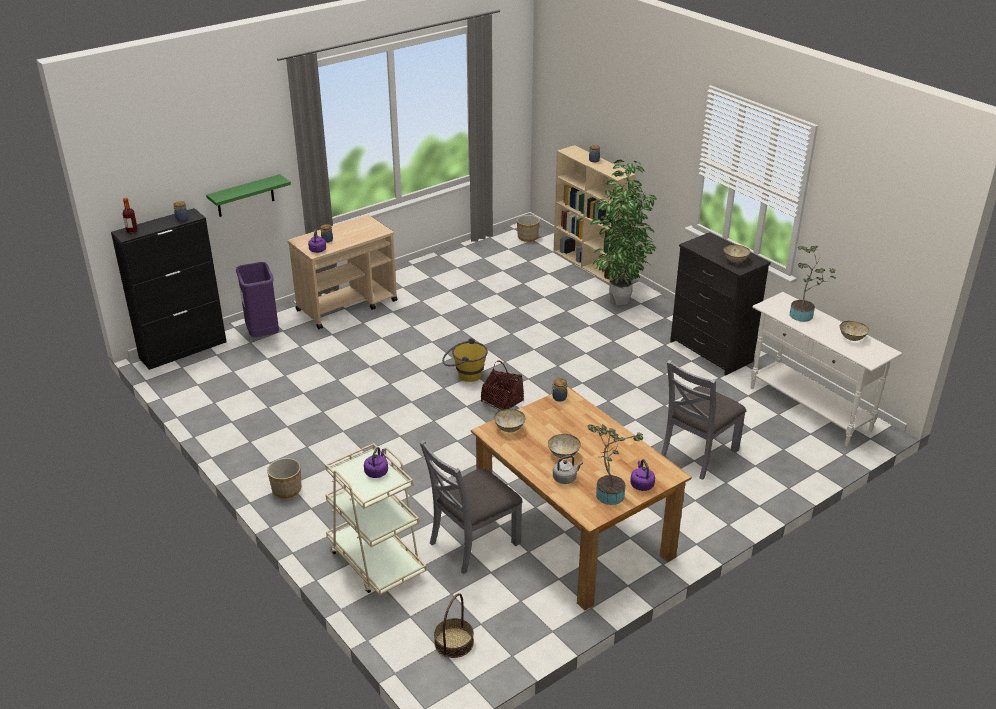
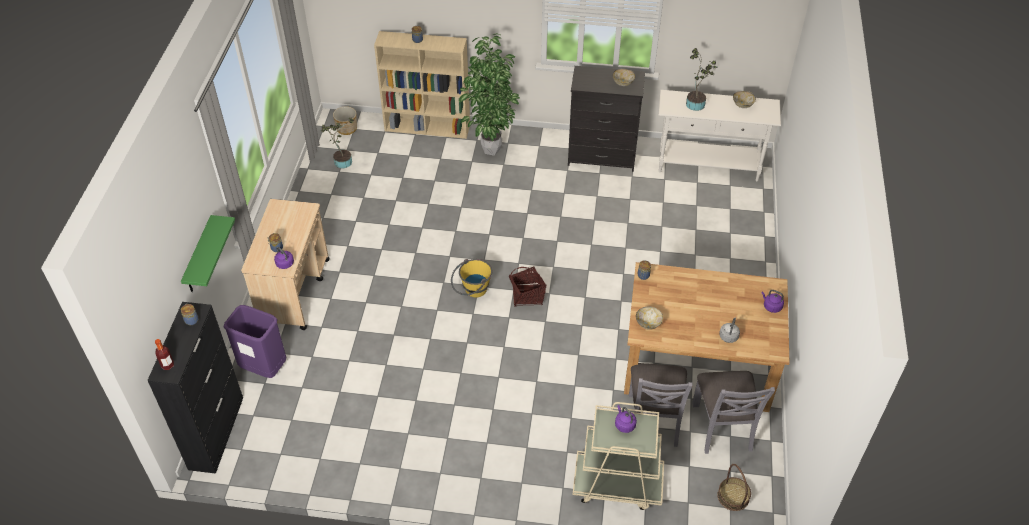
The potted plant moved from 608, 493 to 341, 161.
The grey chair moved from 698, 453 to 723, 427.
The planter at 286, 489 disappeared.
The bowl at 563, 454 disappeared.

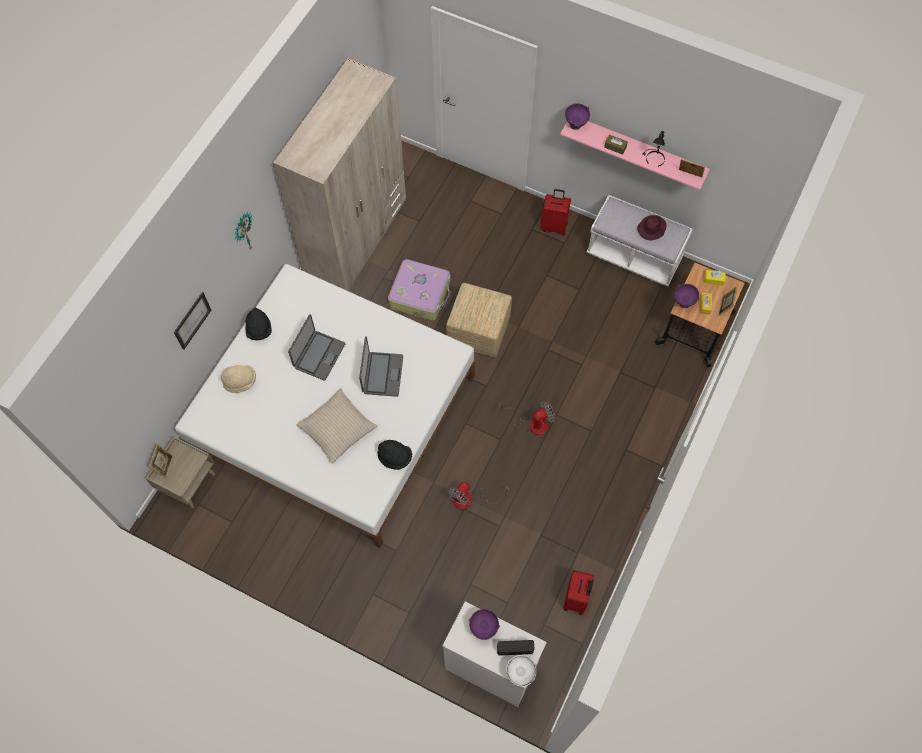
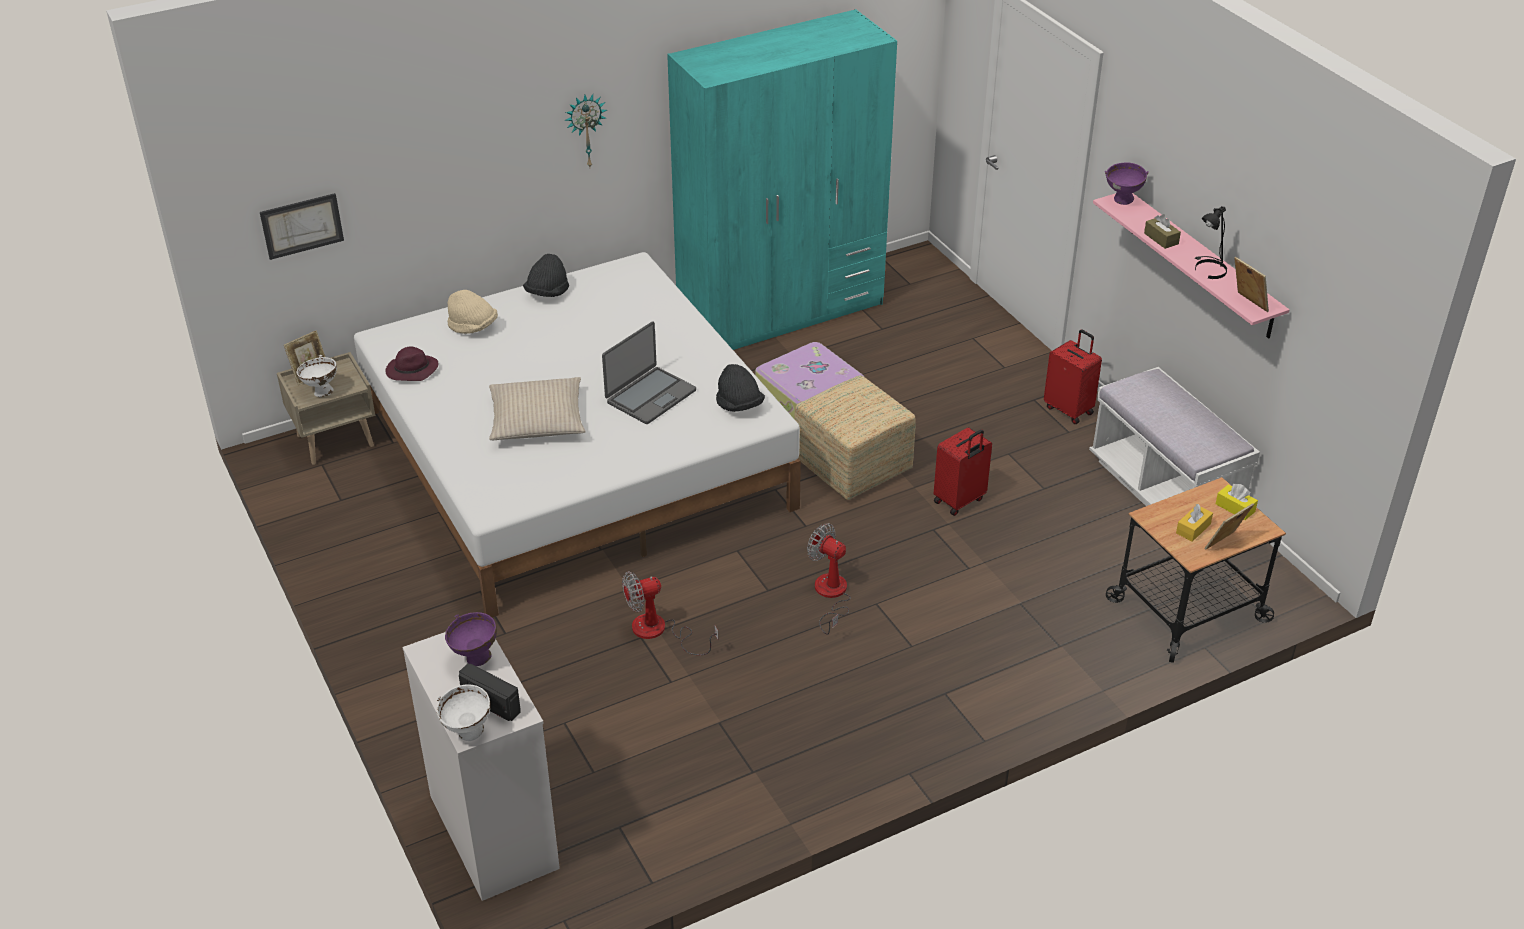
The picture moved from 192, 320 to 302, 225.
The white bowl at 321, 392 appeared.
The purple hat moved from 651, 229 to 411, 371.
The beige wardrobe at 356, 239 became the turquoise wardrobe at 781, 312.
The black hat moved from 395, 457 to 739, 405.
The fan at 532, 423 turned 150 degrees counterclockwise.
The red suitcase moved from 576, 599 to 960, 501.
The laptop at 319, 355 disappeared.
The purple bowl at 683, 304 disappeared.

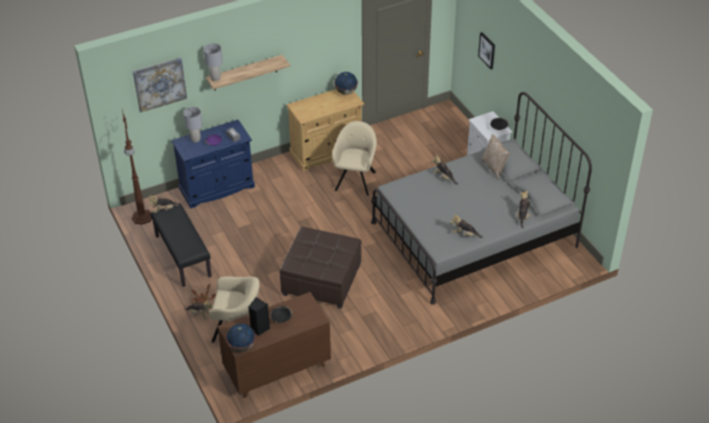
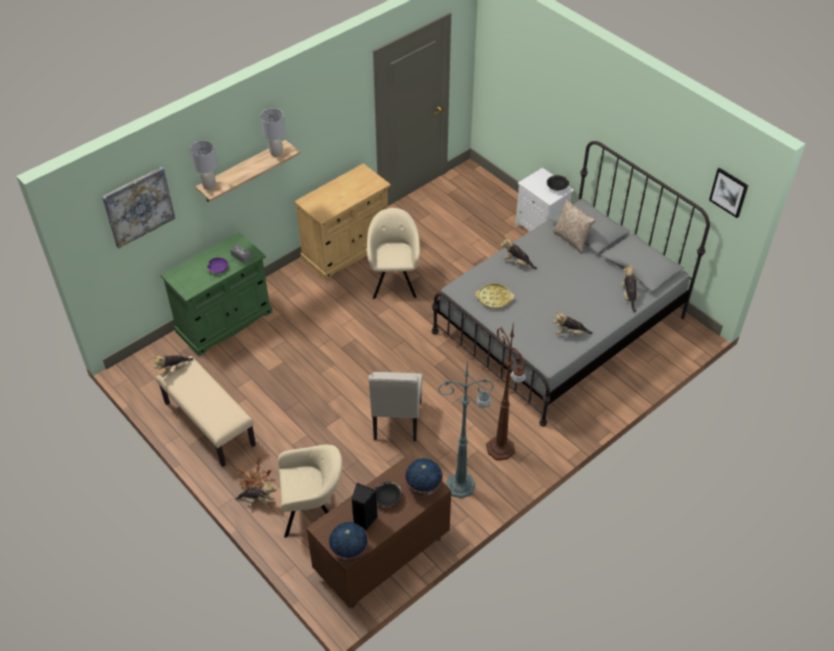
The black bench at 182, 256 became the beige bench at 208, 424.
The blue cabinet at 217, 188 became the green cabinet at 224, 322.
The grey table lamp moved from 195, 140 to 276, 153.
The brown ottoman at 321, 280 was replaced by the beige chair at 396, 421.
The globe moved from 346, 92 to 423, 487.
The green floor lamp at 462, 485 appeared.
The yellow tray at 494, 298 appeared.
The brown floor lamp moved from 142, 218 to 501, 450.
The picture moved from 487, 50 to 729, 192.

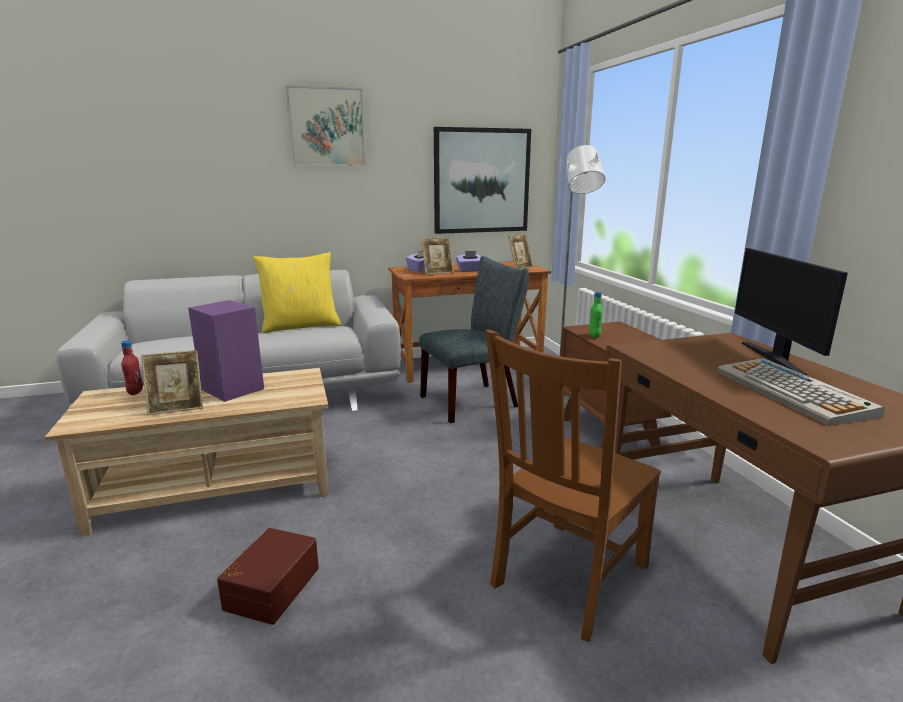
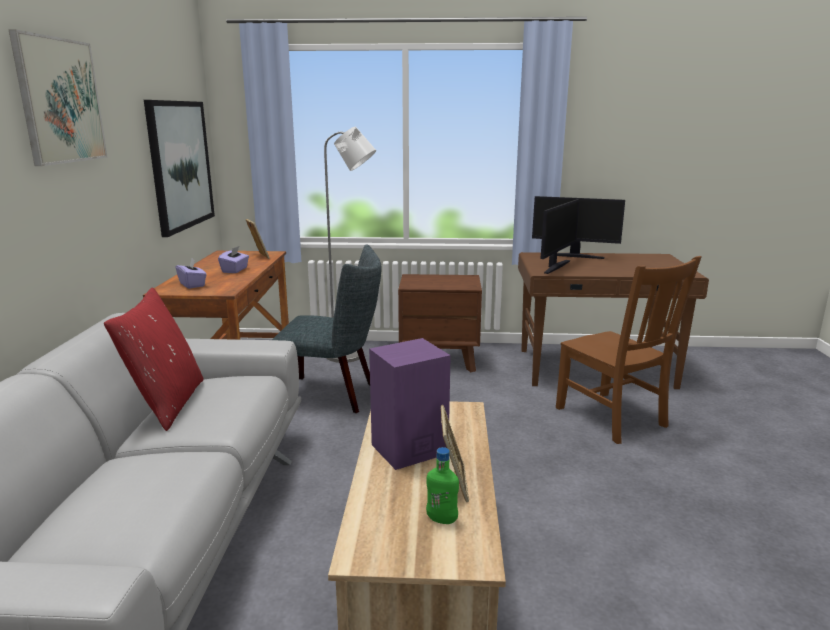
The yellow pillow at 301, 326 became the red pillow at 167, 404.
The grey chair at 475, 400 turned 105 degrees clockwise.
The green bottle moved from 594, 336 to 442, 519.
The monitor at 555, 266 appeared.
The red bottle at 135, 392 disappeared.
The brown storage box at 270, 587 disappeared.
The picture frame at 437, 273 disappeared.
The keyboard at 793, 393 disappeared.

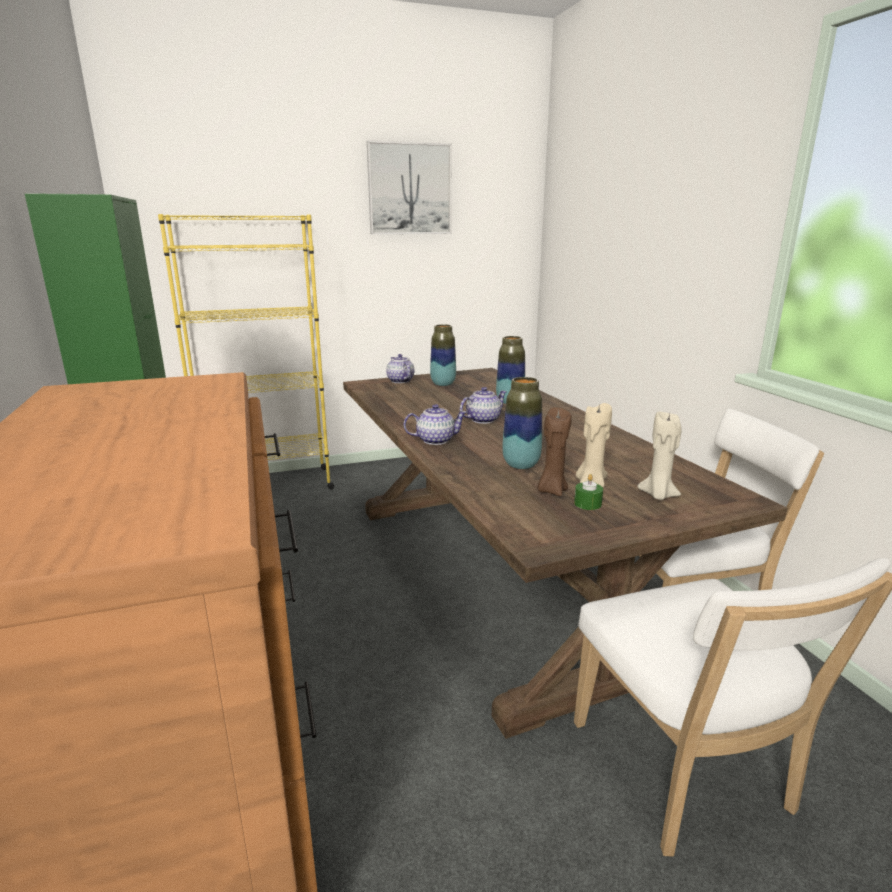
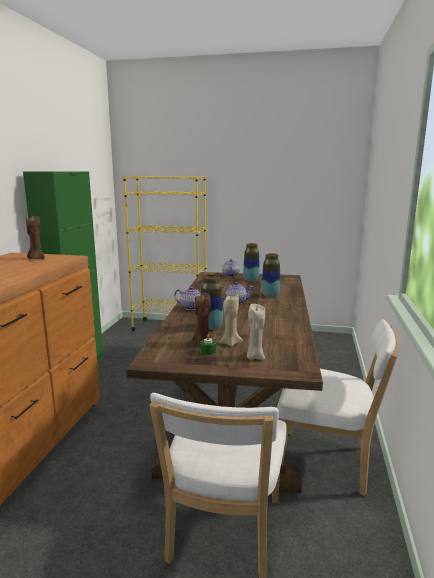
The brown candle at 36, 258 appeared.
The picture at 409, 189 disappeared.

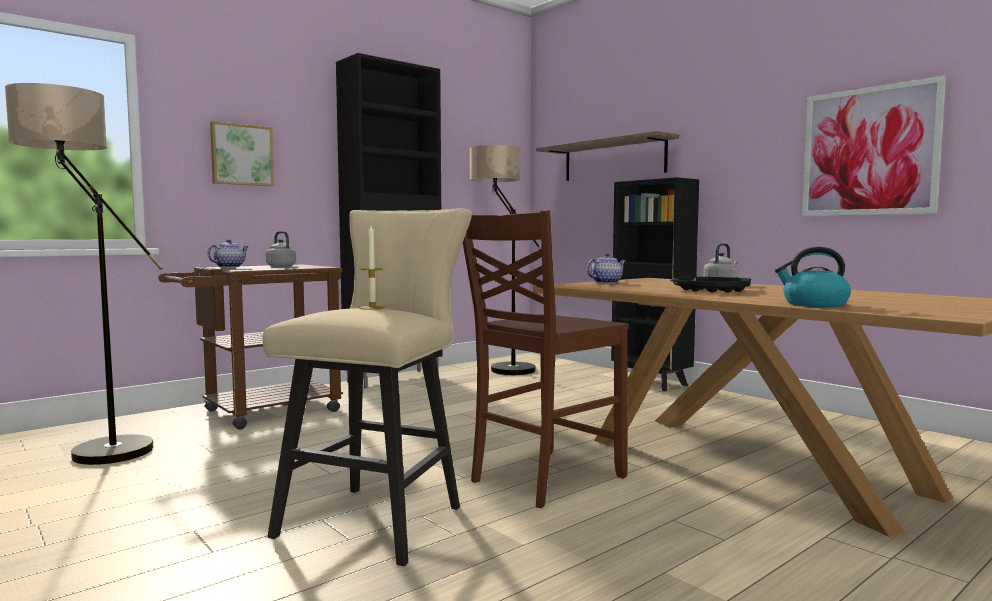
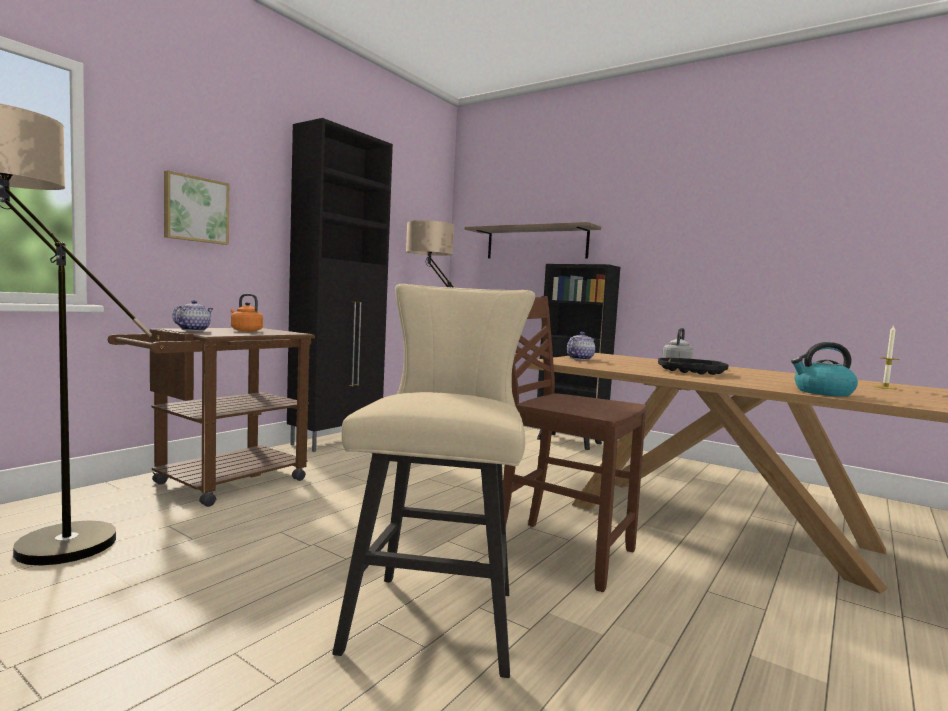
The grey kettle at 280, 266 became the orange kettle at 245, 331.
The brown chair at 543, 479 turned 90 degrees clockwise.
The candle moved from 372, 308 to 885, 387.
The picture at 869, 151 disappeared.

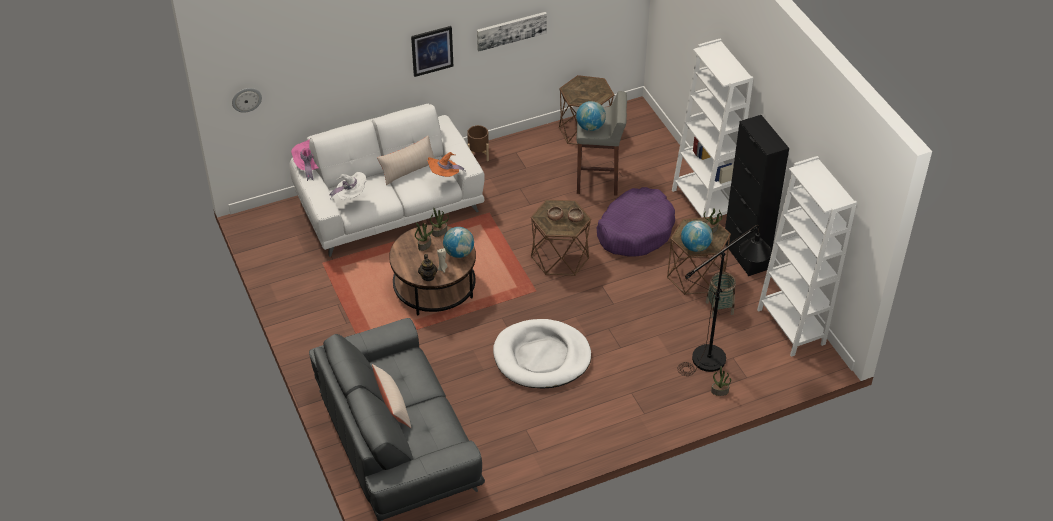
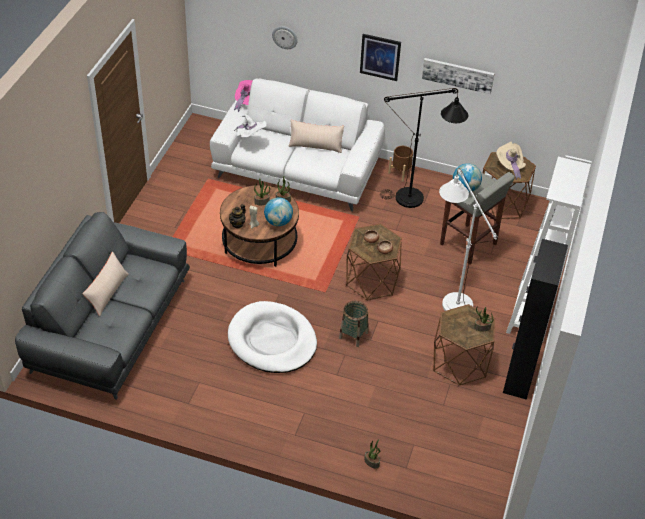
The wall clock moved from 246, 99 to 285, 37.
The basket moved from 719, 308 to 353, 335.
The black floor lamp moved from 717, 355 to 417, 199.
The purple dog bed at 635, 230 was replaced by the white floor lamp at 452, 299.
The beige hat at 510, 166 appeared.
The orange hat at 444, 175 disappeared.
The globe at 695, 246 disappeared.
The white bookcase at 791, 327 disappeared.

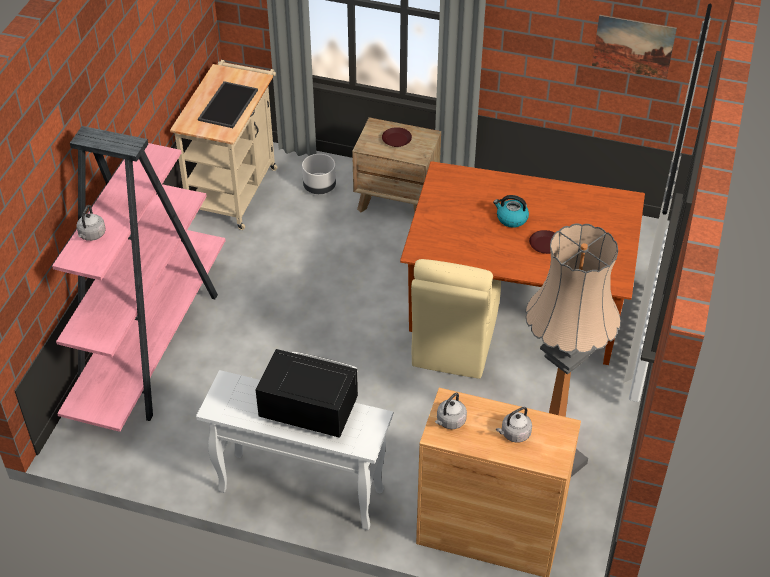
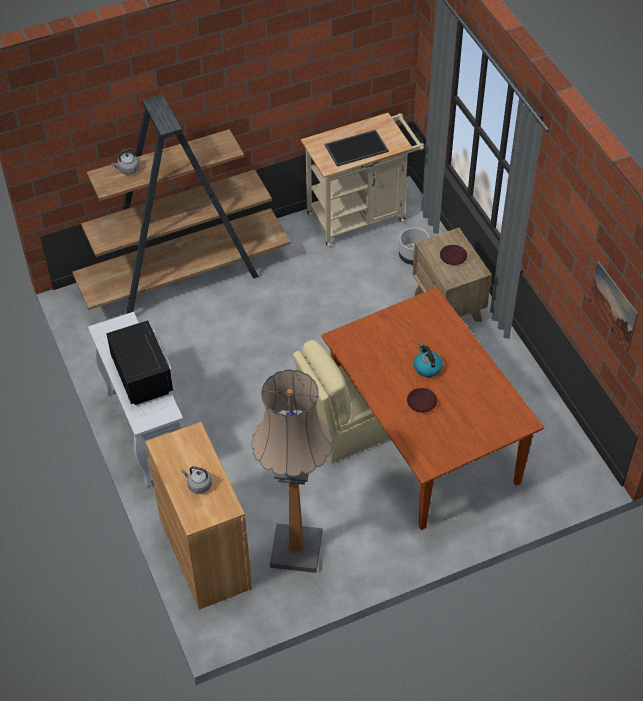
The pink bookcase at 151, 344 became the brown bookcase at 185, 276.
The grey kettle at 450, 421 disappeared.

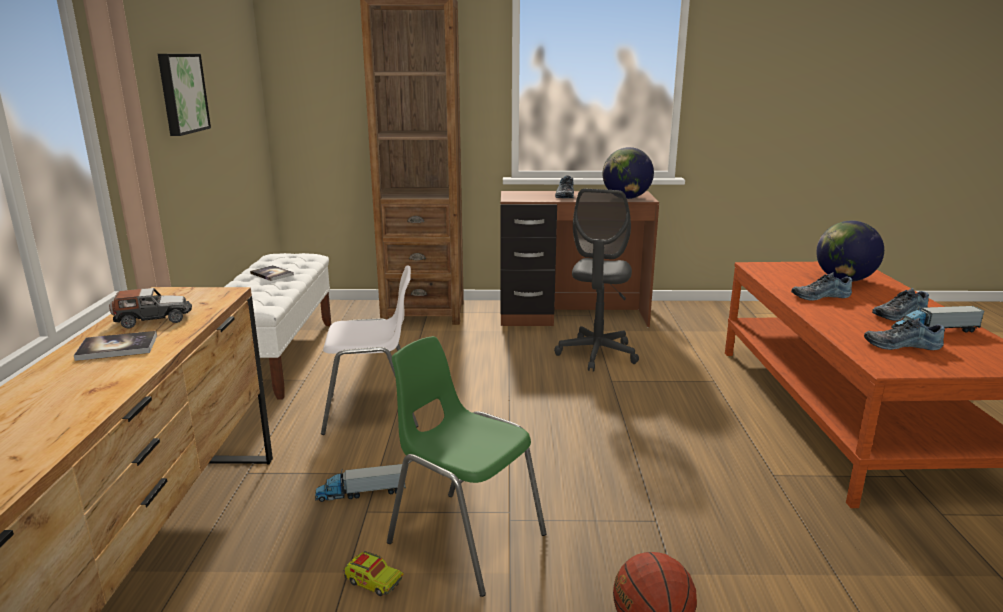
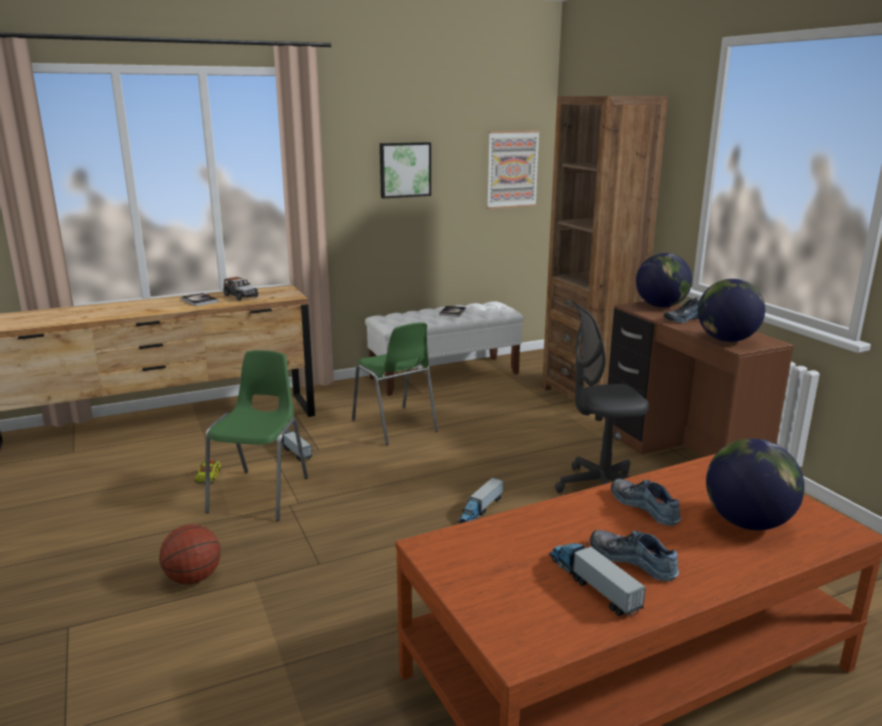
The white chair at 373, 412 became the green chair at 395, 426.
The toy truck at 480, 509 appeared.
The picture at 512, 169 appeared.
The globe at 660, 306 appeared.
The shoe at 901, 344 disappeared.

